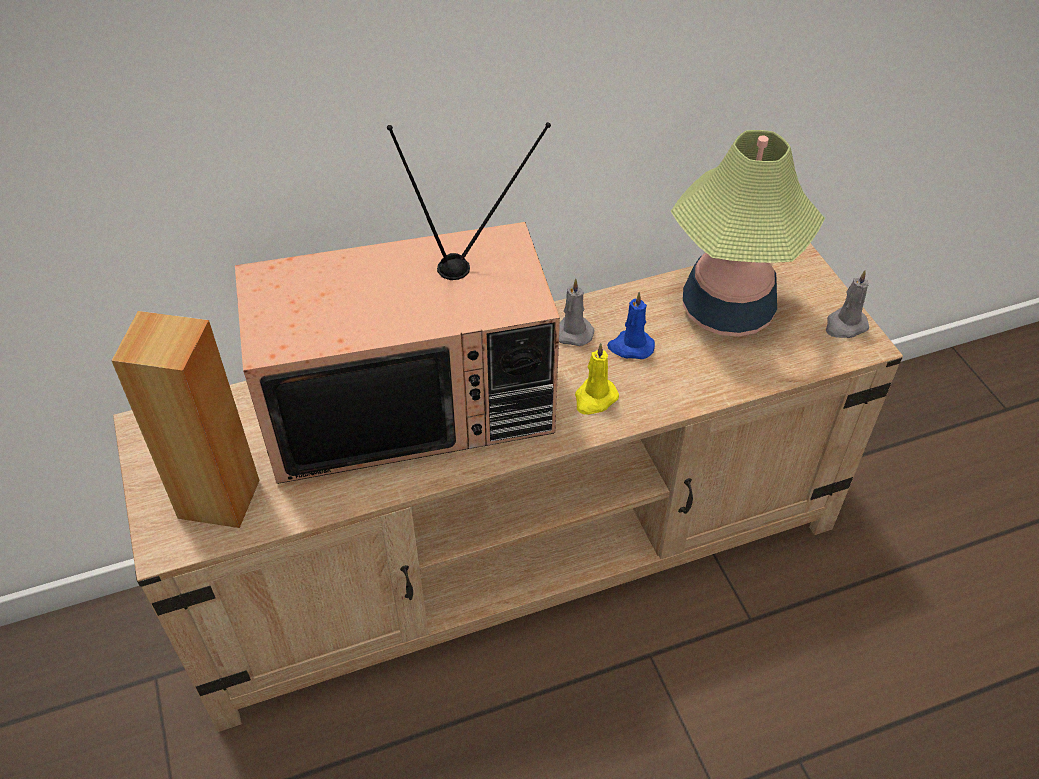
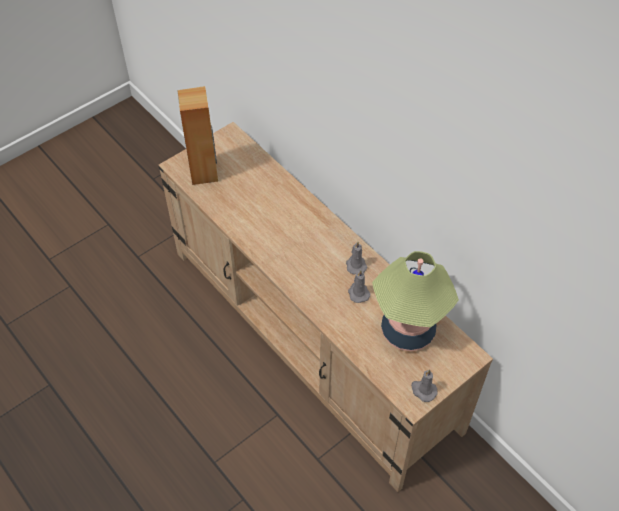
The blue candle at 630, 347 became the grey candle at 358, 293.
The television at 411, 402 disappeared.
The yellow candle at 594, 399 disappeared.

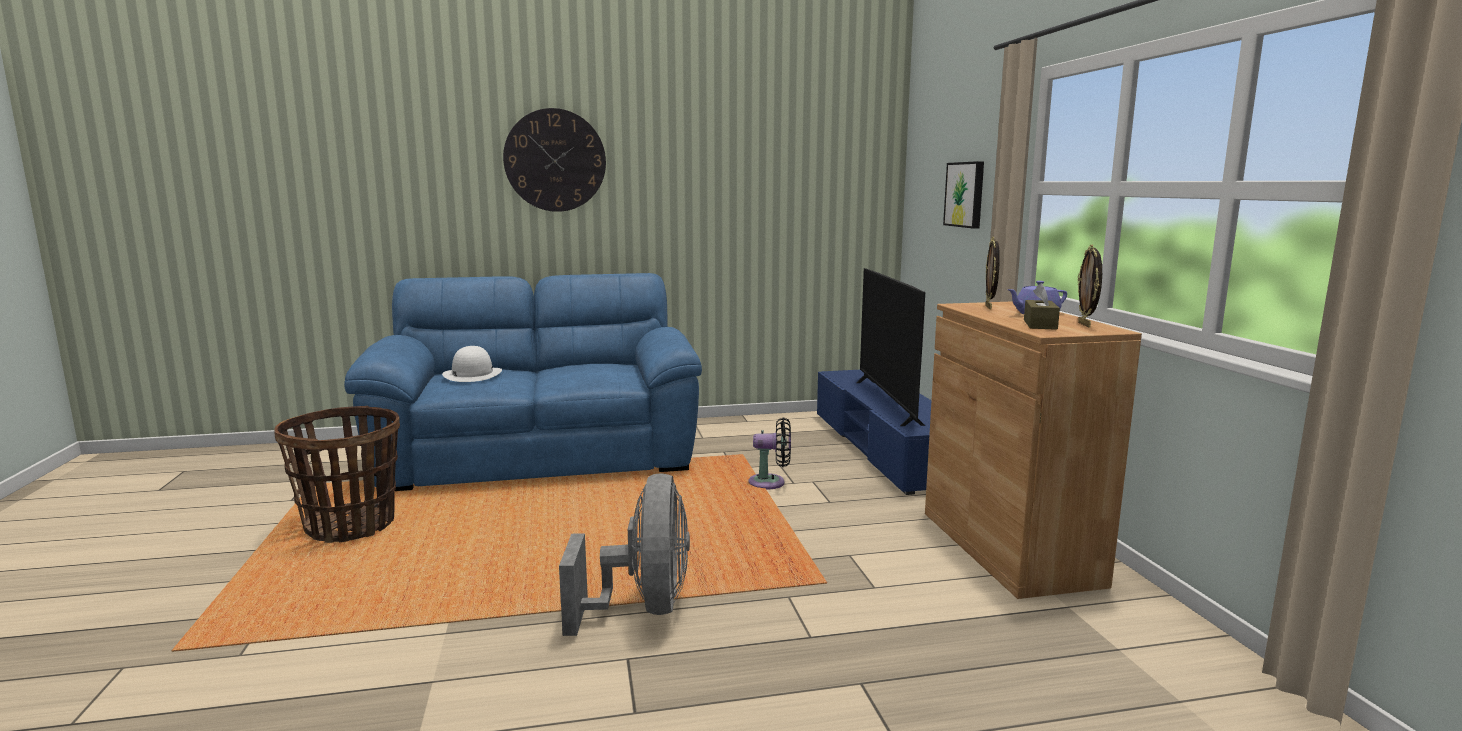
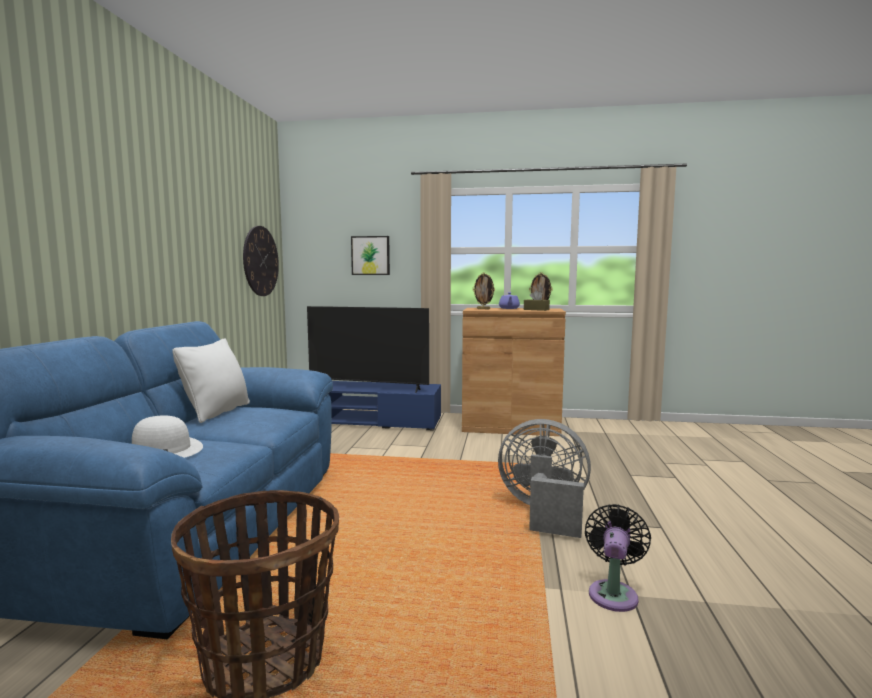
The white pillow at 217, 412 appeared.
The wall clock moved from 555, 160 to 260, 261.
The black fan moved from 771, 482 to 613, 593.

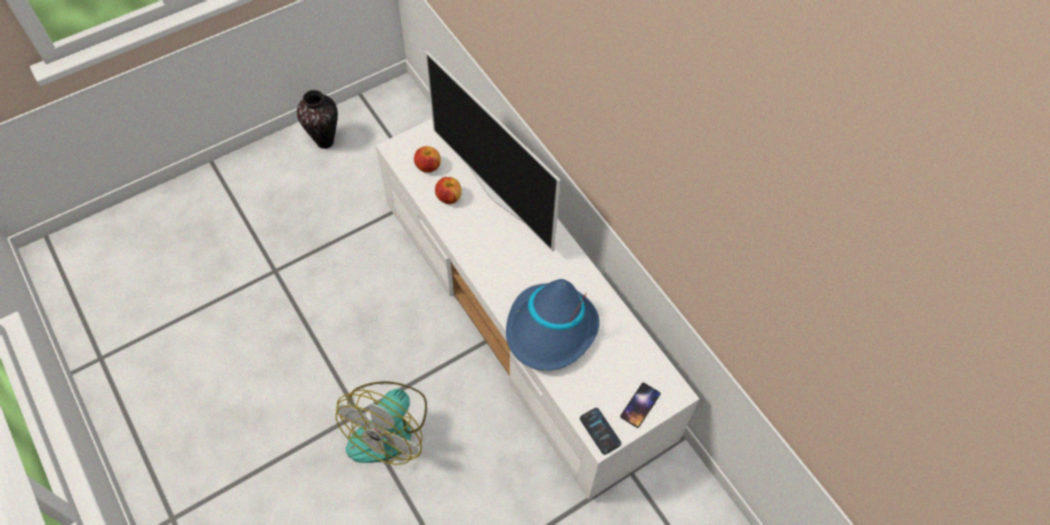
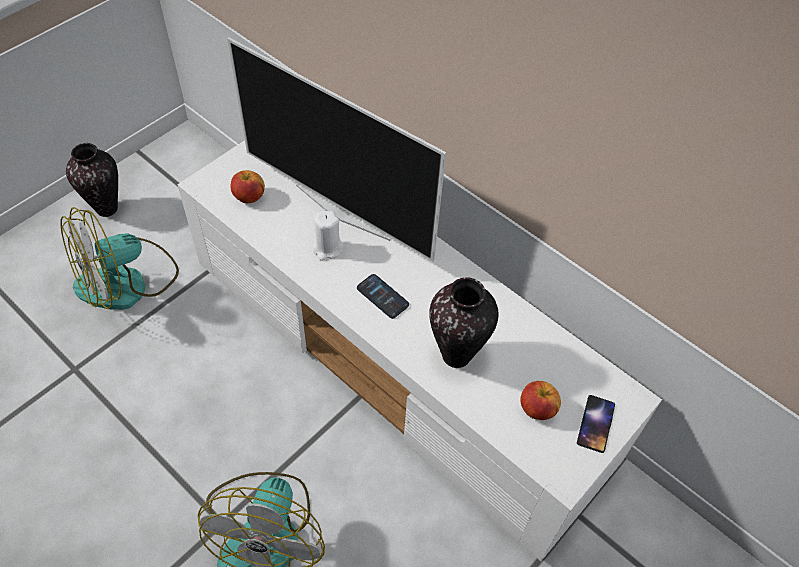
The fan at 127, 281 appeared.
The white candle at 327, 248 appeared.
The phone moved from 600, 431 to 382, 296.
The blue hat at 551, 330 was replaced by the vase at 457, 356.
The apple moved from 449, 198 to 537, 409.

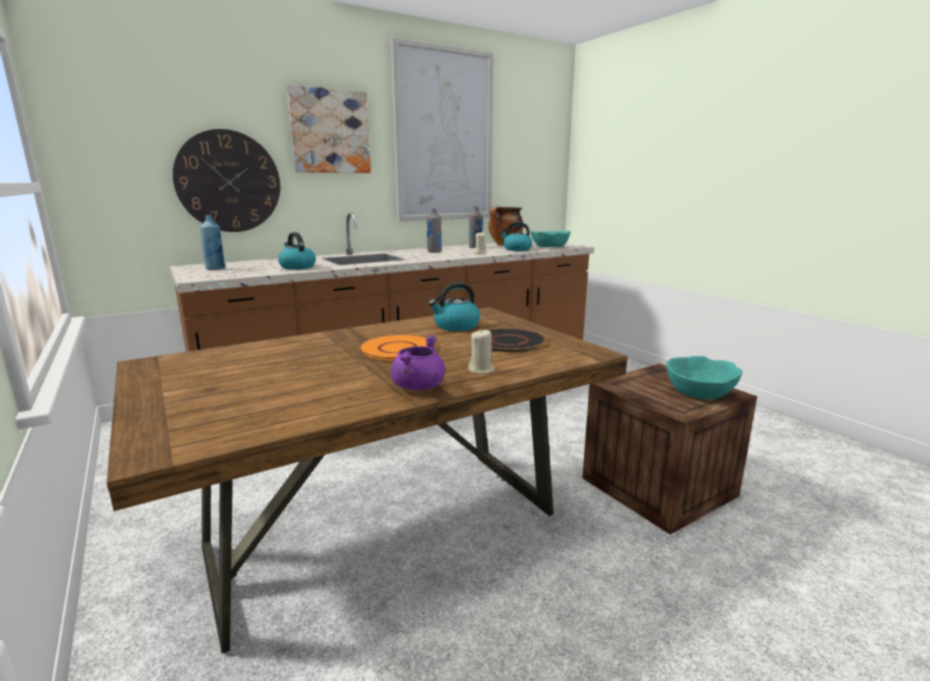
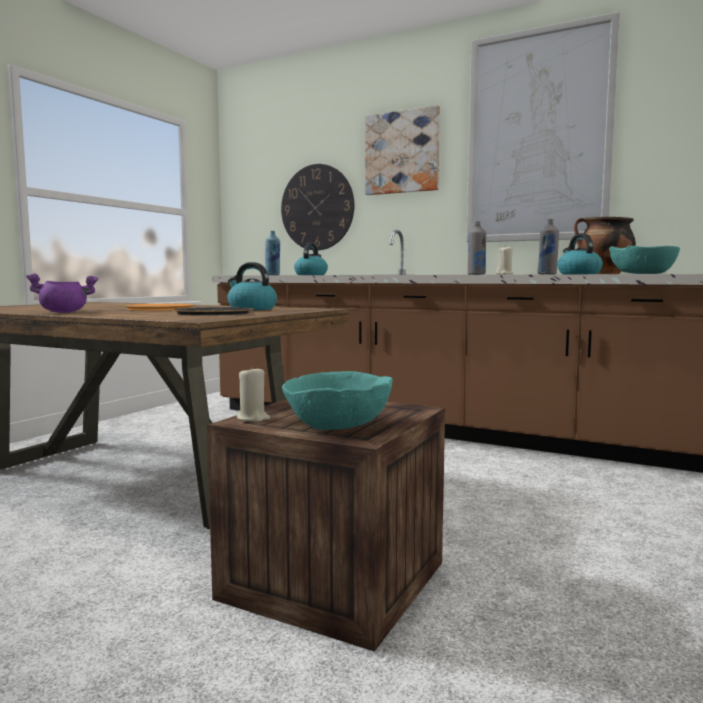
The beige candle moved from 481, 370 to 253, 418.

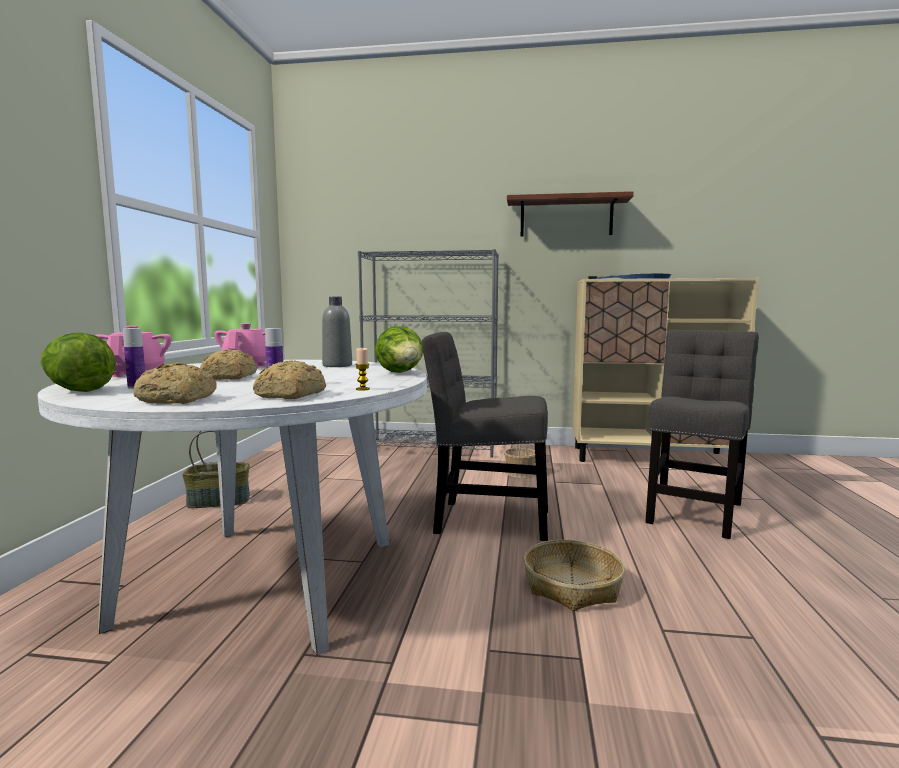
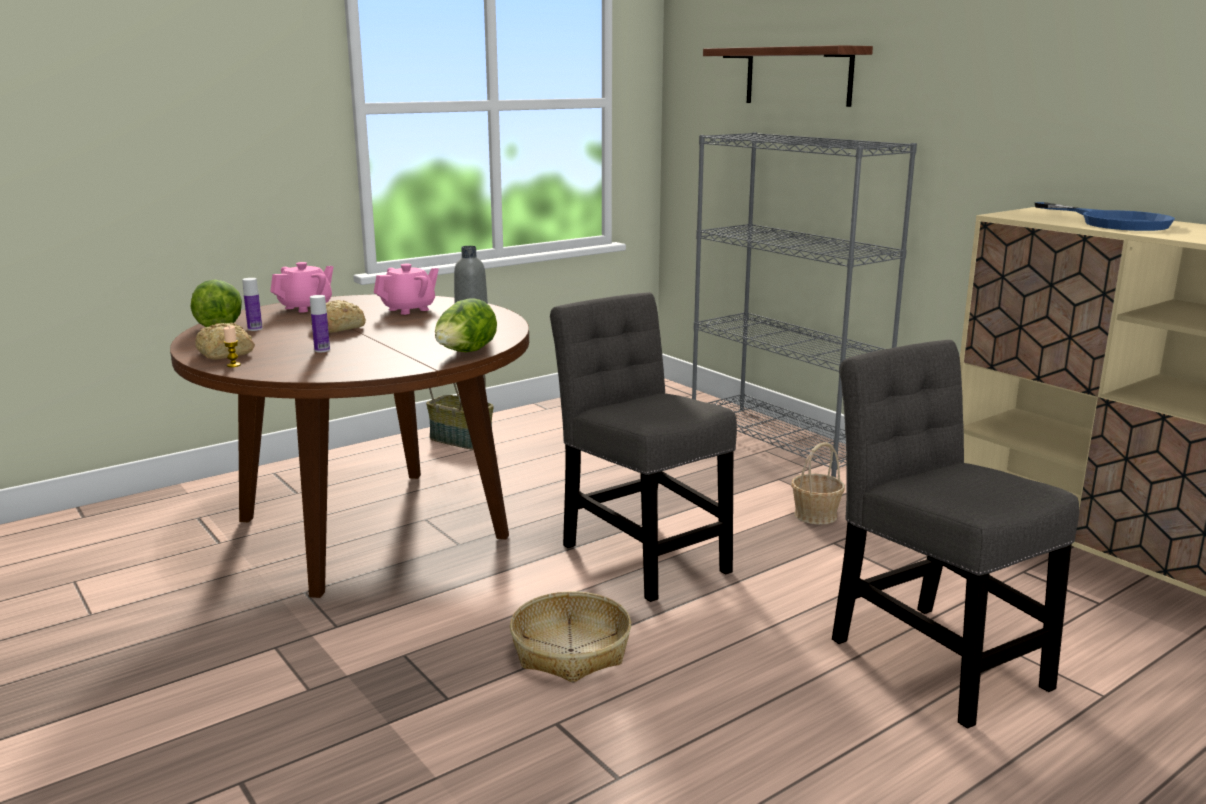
The white dining table at 265, 580 became the brown dining table at 372, 528.
The candle moved from 362, 389 to 233, 365.
The shelf moved from 566, 217 to 798, 76.
The grey chair at 694, 510 turned 105 degrees counterclockwise.
The bread at 289, 395 disappeared.

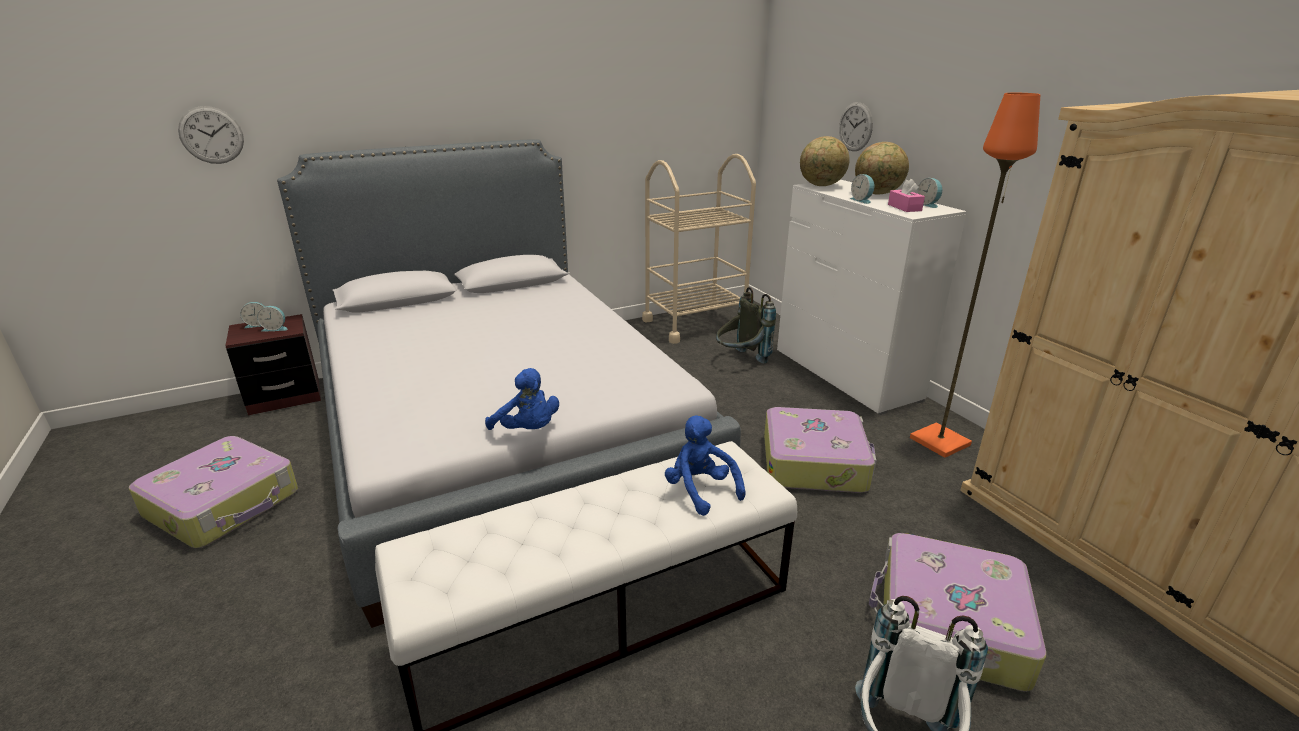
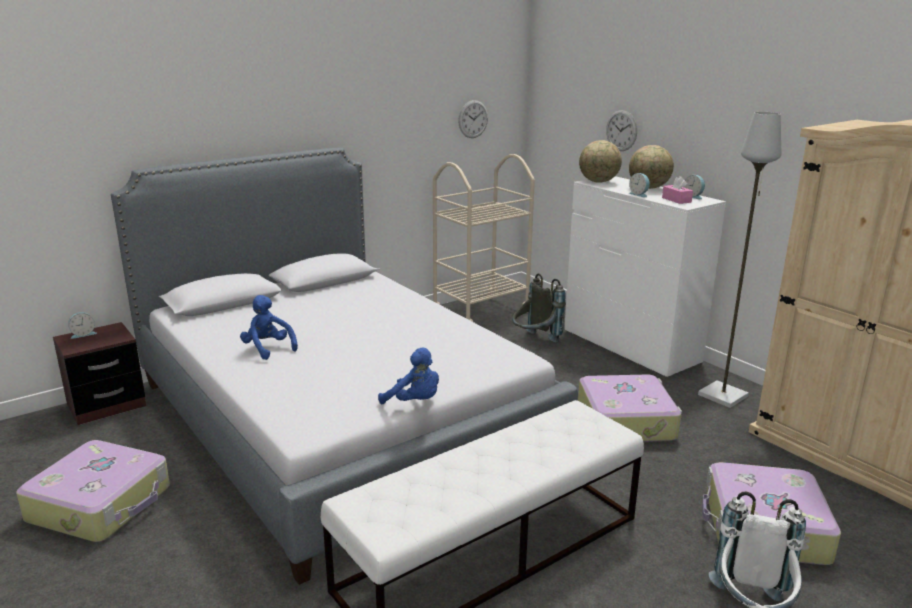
The blue plush toy moved from 700, 490 to 268, 348.
The wall clock moved from 211, 135 to 473, 119.
The orange floor lamp at 941, 441 became the grey floor lamp at 723, 395.
The alarm clock at 275, 328 disappeared.

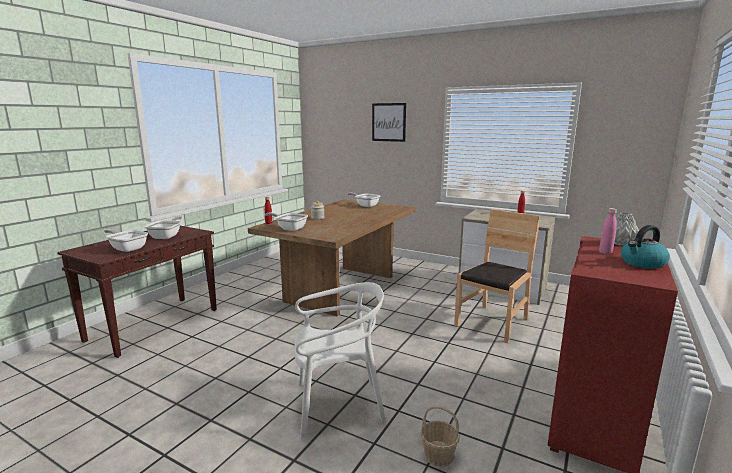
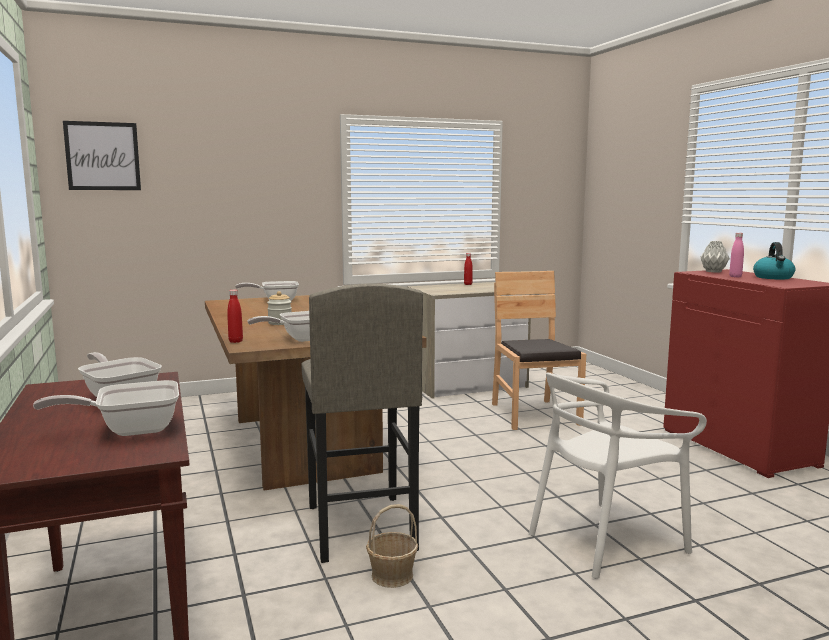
The picture moved from 388, 122 to 103, 156.
The grey stool at 359, 528 appeared.
The basket moved from 438, 454 to 392, 575.
The white chair at 338, 405 turned 150 degrees counterclockwise.

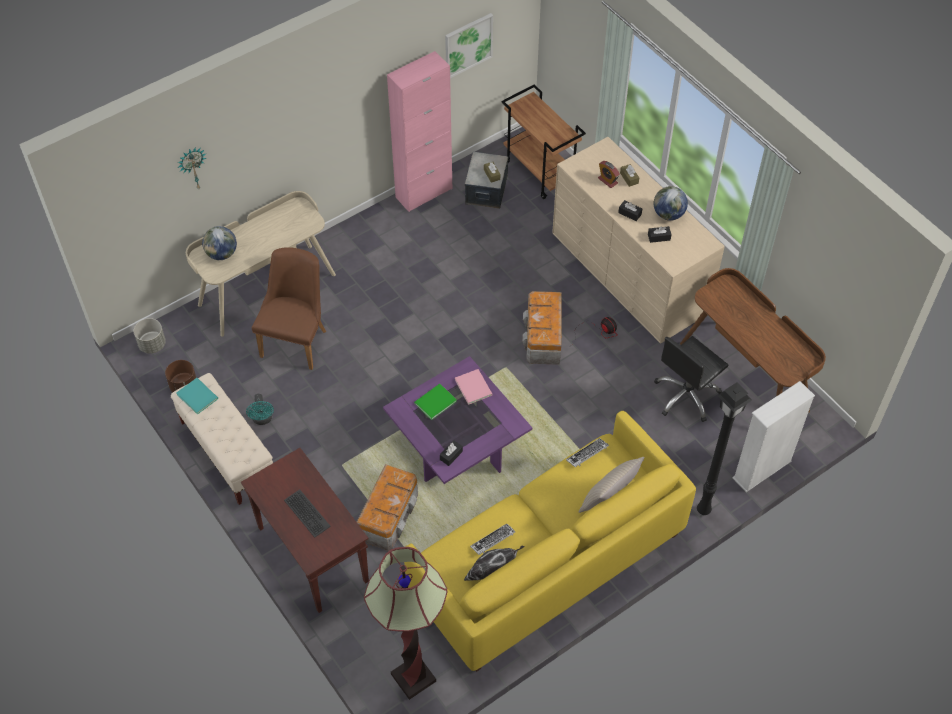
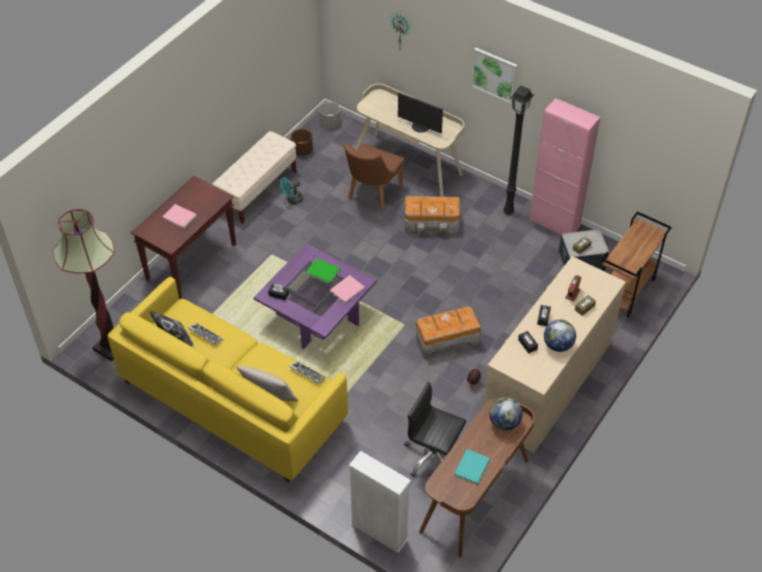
The keyboard at 306, 513 was replaced by the pink book at 179, 216.
The brown chair at 297, 339 turned 120 degrees clockwise.
The monitor at 420, 127 appeared.
The storage box moved from 389, 515 to 432, 224.
The turquoise book moved from 197, 395 to 473, 467.
The picture moved from 468, 45 to 494, 74.
The globe moved from 222, 254 to 504, 423.
The black floor lamp moved from 703, 511 to 507, 212.

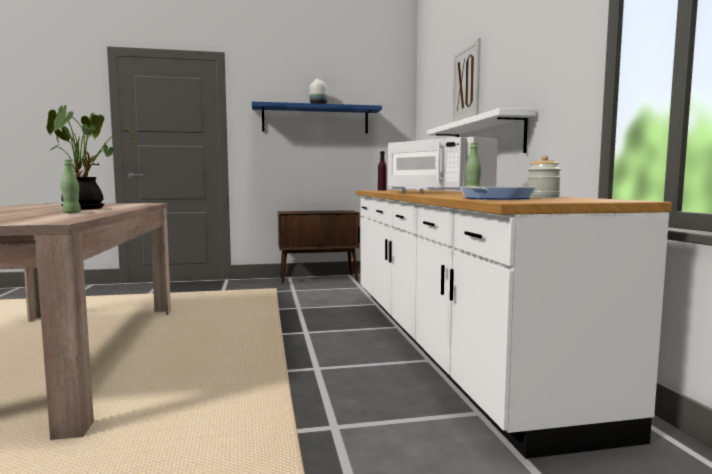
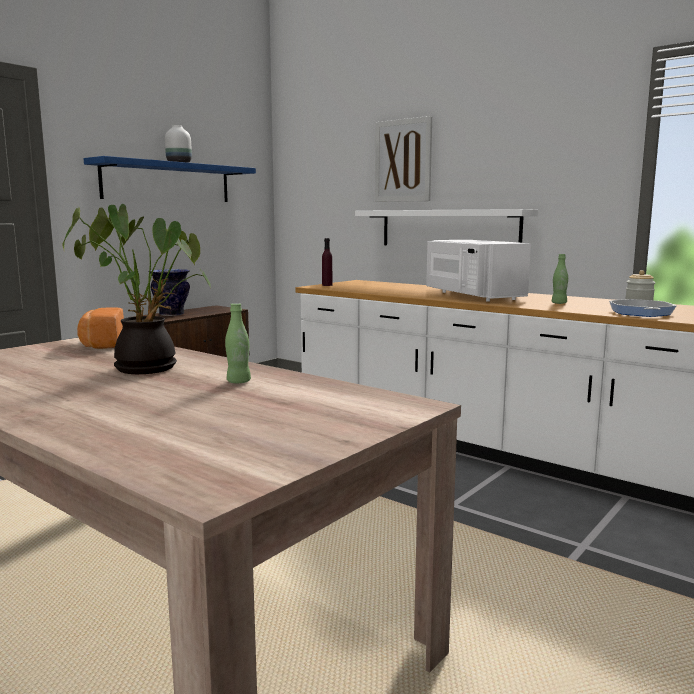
The bread at 102, 344 appeared.
The vase at 172, 314 appeared.
The white microwave at 437, 193 turned 60 degrees clockwise.

